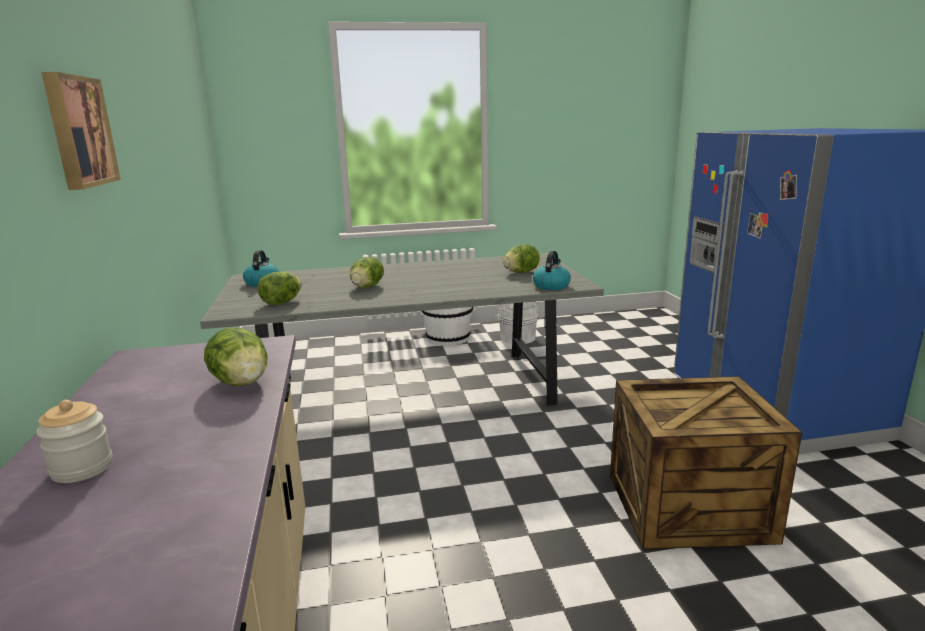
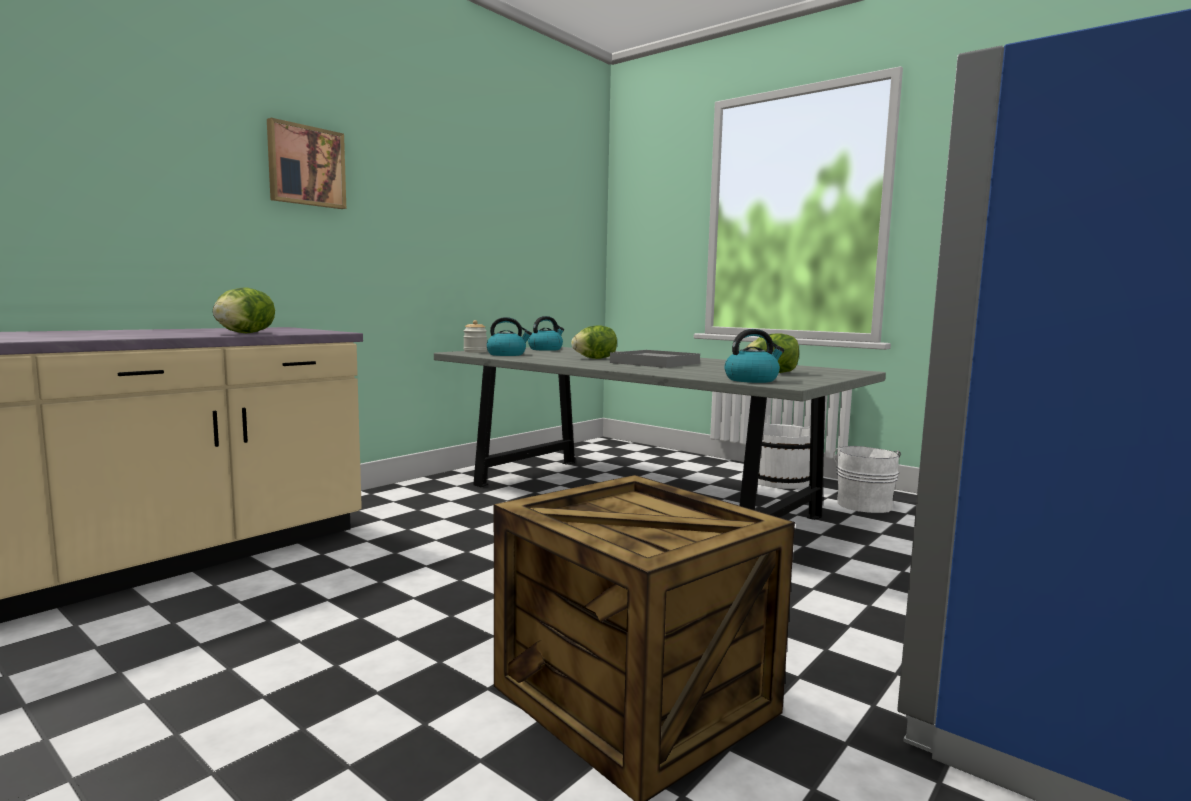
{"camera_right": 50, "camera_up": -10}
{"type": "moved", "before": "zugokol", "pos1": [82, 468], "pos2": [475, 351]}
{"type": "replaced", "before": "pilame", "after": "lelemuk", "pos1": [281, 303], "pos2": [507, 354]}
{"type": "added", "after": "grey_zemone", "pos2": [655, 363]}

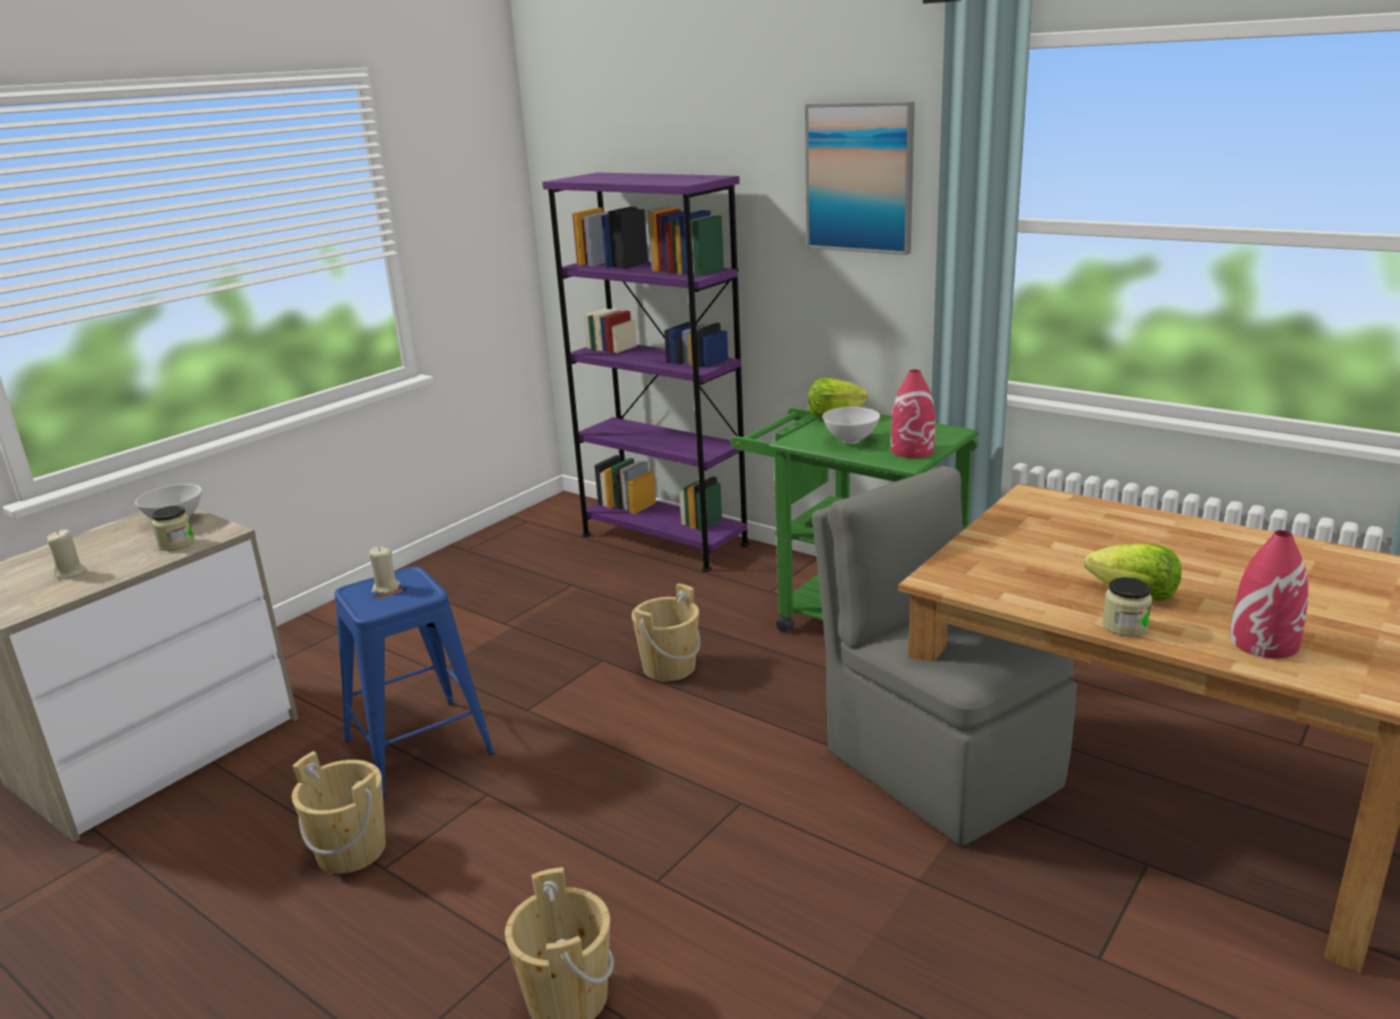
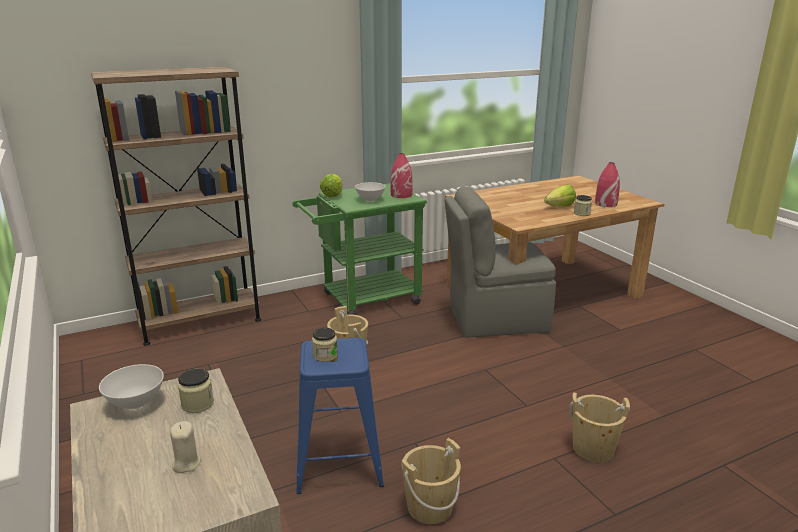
{"camera_right": -65, "camera_up": 0}
{"type": "recoloured", "before": "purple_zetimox", "after": "brown_zetimox", "pos1": [664, 539], "pos2": [200, 322]}
{"type": "replaced", "before": "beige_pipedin", "after": "zugokol", "pos1": [386, 588], "pos2": [325, 355]}
{"type": "removed", "before": "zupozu", "pos1": [860, 178]}

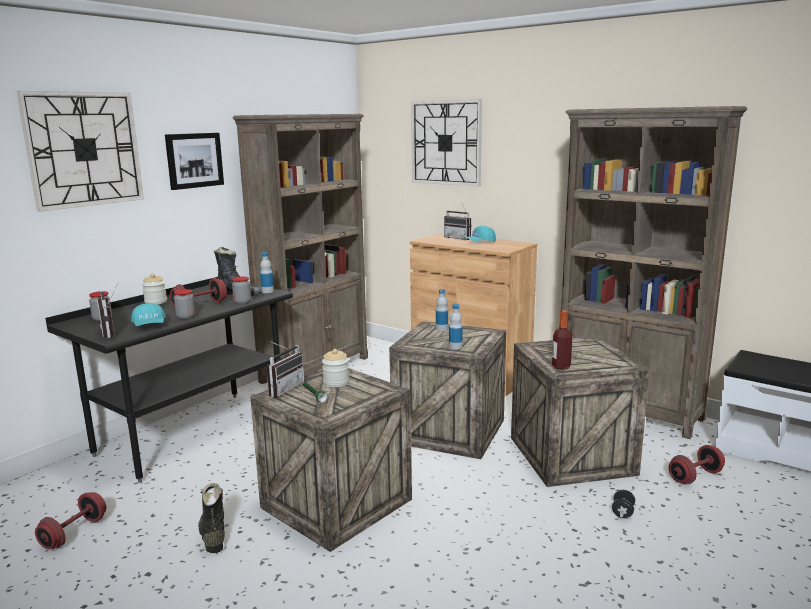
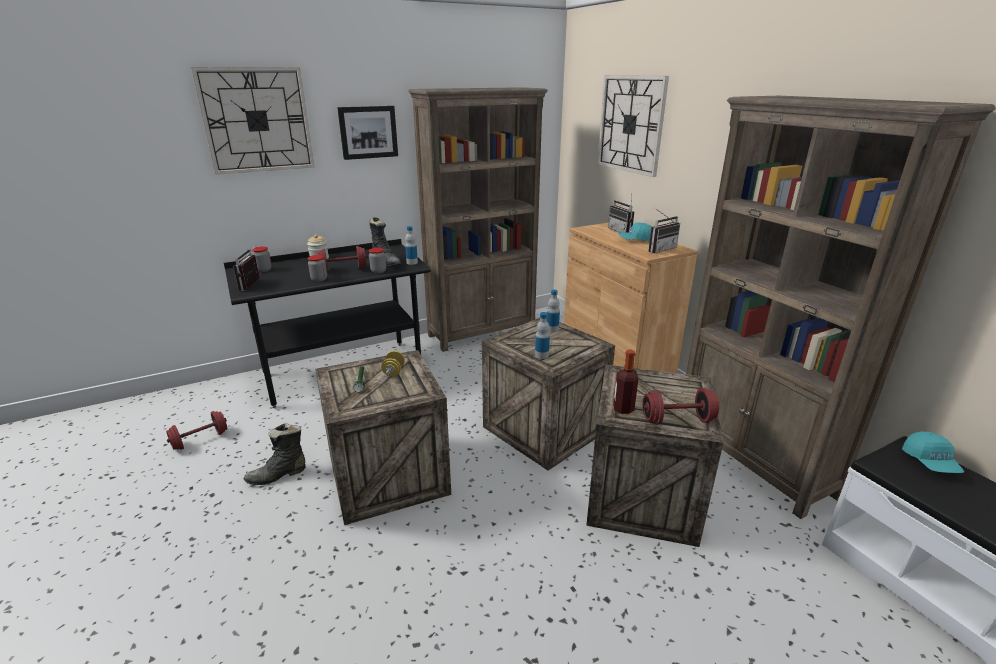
{"camera_right": 25, "camera_up": 10}
{"type": "turned", "before": "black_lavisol", "pos1": [212, 536], "pos2": [278, 475], "turn": -120}
{"type": "replaced", "before": "zugokol", "after": "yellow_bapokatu", "pos1": [336, 382], "pos2": [394, 371]}
{"type": "moved", "before": "red_bapokatu", "pos1": [695, 476], "pos2": [677, 420]}
{"type": "moved", "before": "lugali", "pos1": [283, 388], "pos2": [659, 249]}
{"type": "moved", "before": "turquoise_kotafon", "pos1": [149, 325], "pos2": [930, 463]}
{"type": "removed", "before": "black_bapokatu", "pos1": [622, 512]}

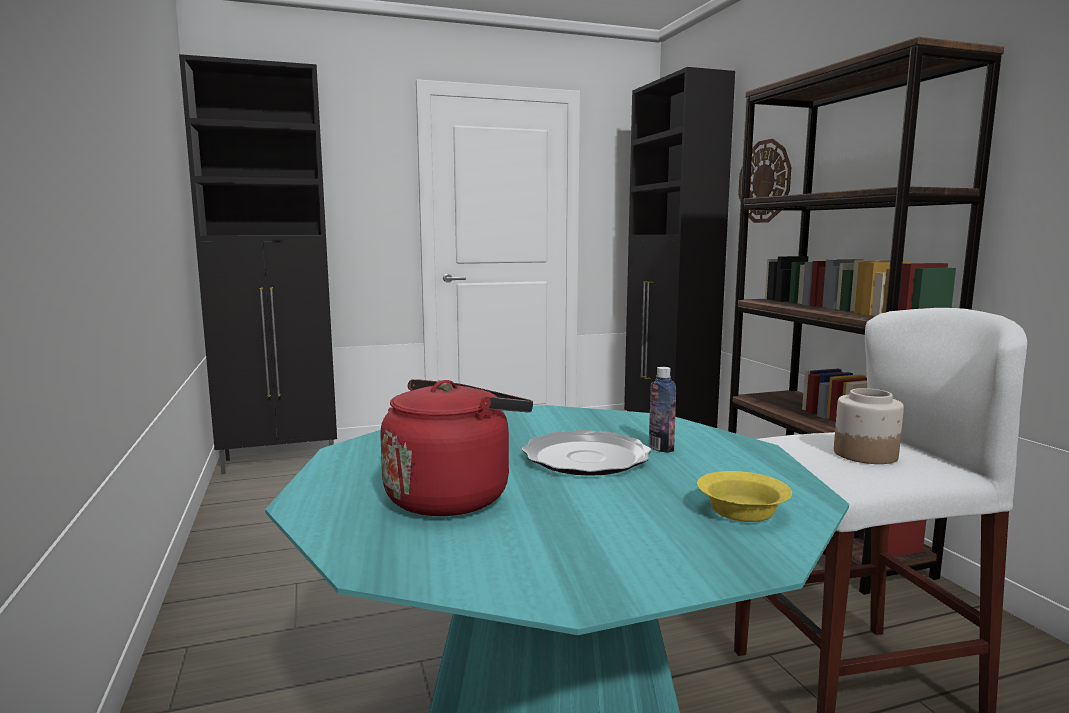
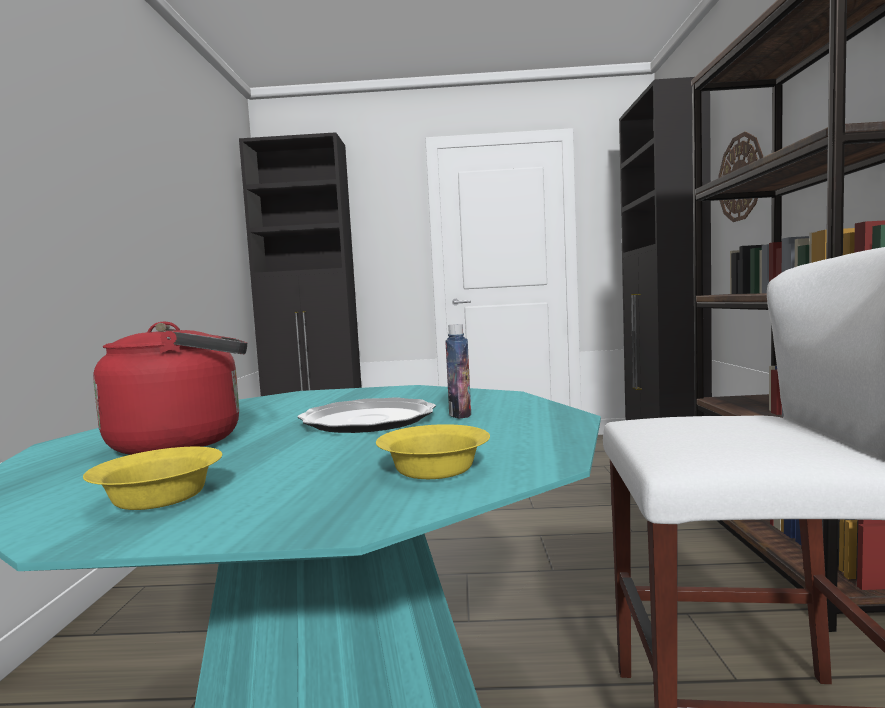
{"camera_right": 20, "camera_up": -5}
{"type": "added", "after": "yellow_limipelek", "pos2": [157, 497]}
{"type": "removed", "before": "zugokol", "pos1": [864, 455]}

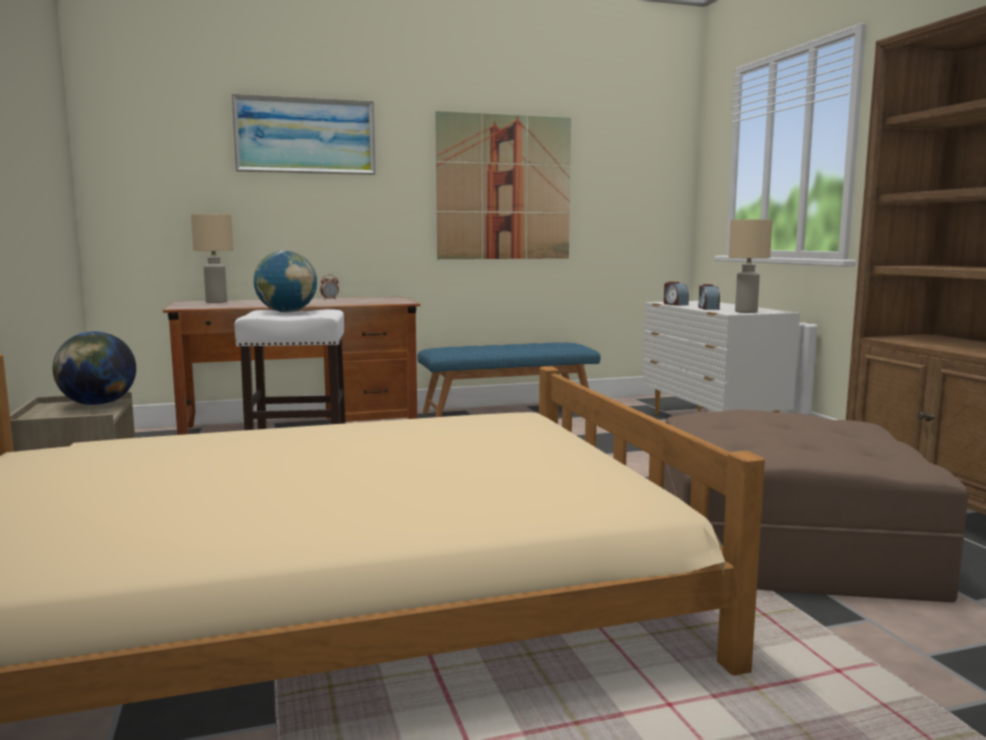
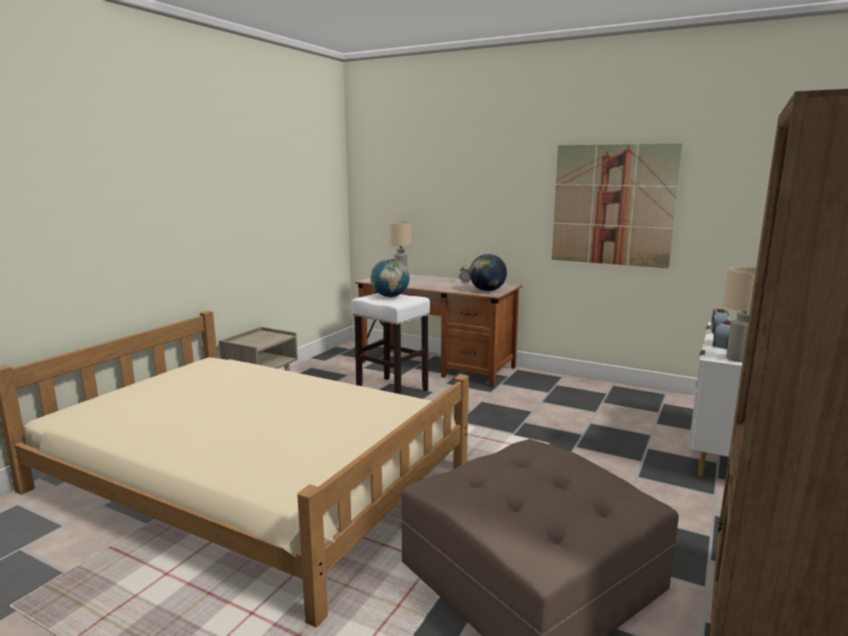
{"camera_right": 45, "camera_up": 5}
{"type": "moved", "before": "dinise", "pos1": [98, 404], "pos2": [487, 290]}
{"type": "removed", "before": "zupozu", "pos1": [305, 136]}
{"type": "removed", "before": "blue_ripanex", "pos1": [508, 412]}

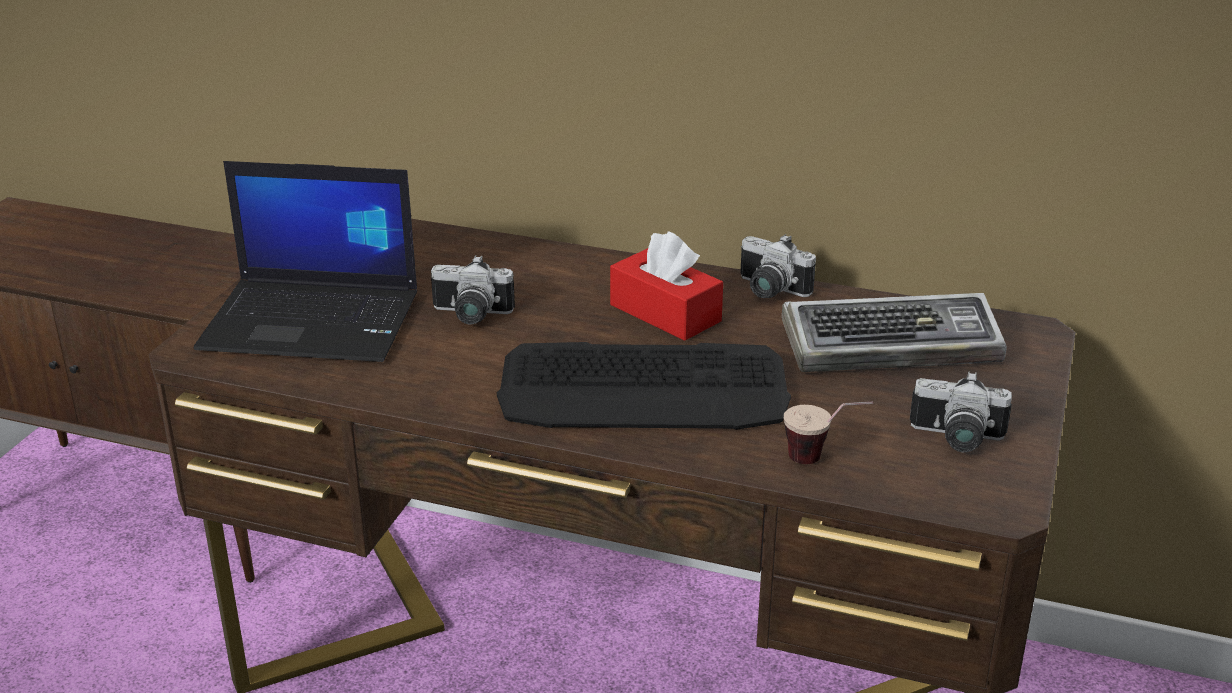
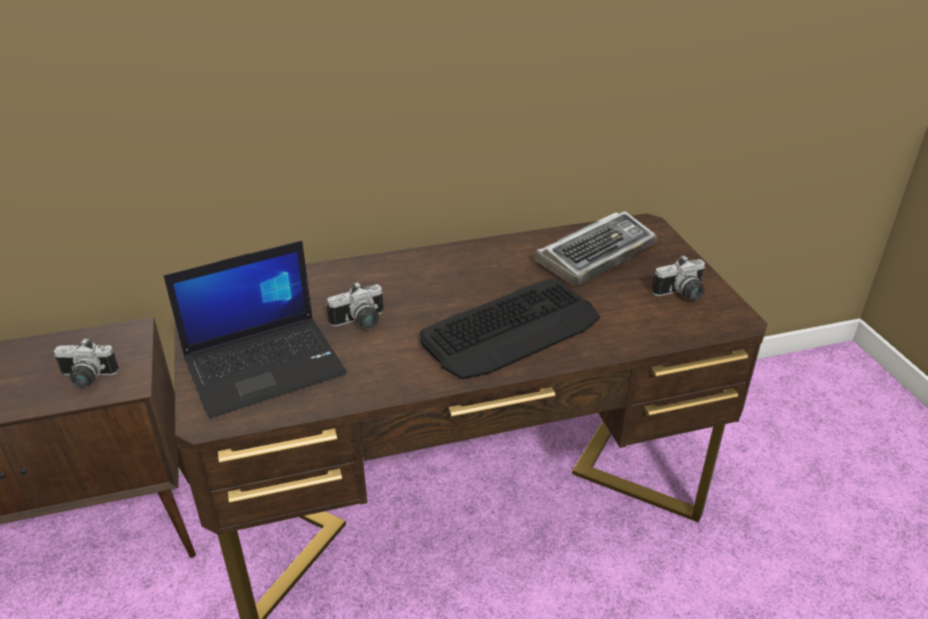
{"camera_right": -35, "camera_up": 5}
{"type": "moved", "before": "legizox", "pos1": [768, 290], "pos2": [86, 378]}
{"type": "removed", "before": "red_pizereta", "pos1": [665, 313]}
{"type": "removed", "before": "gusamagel", "pos1": [823, 460]}

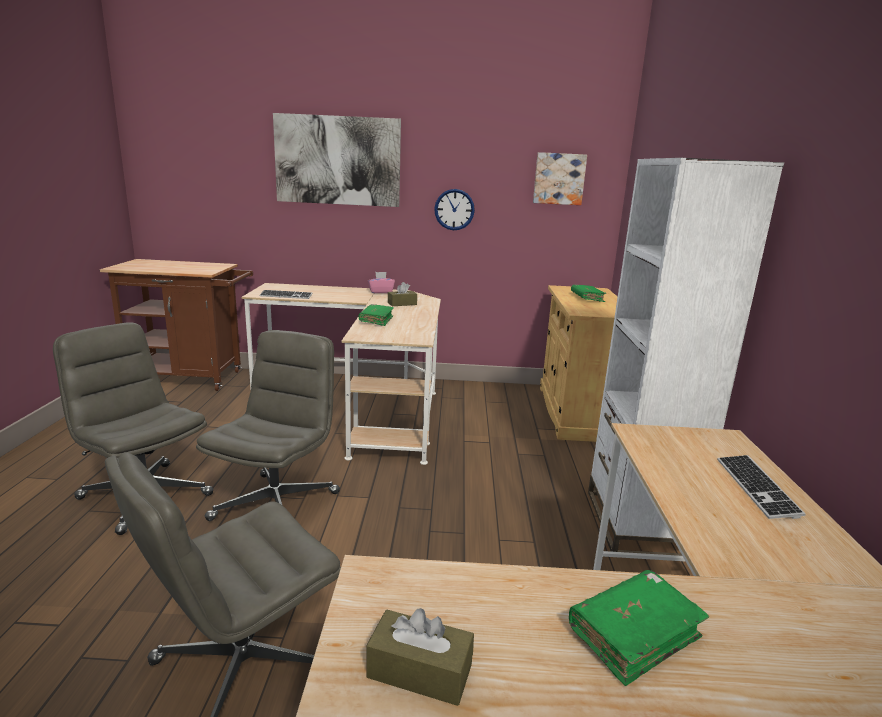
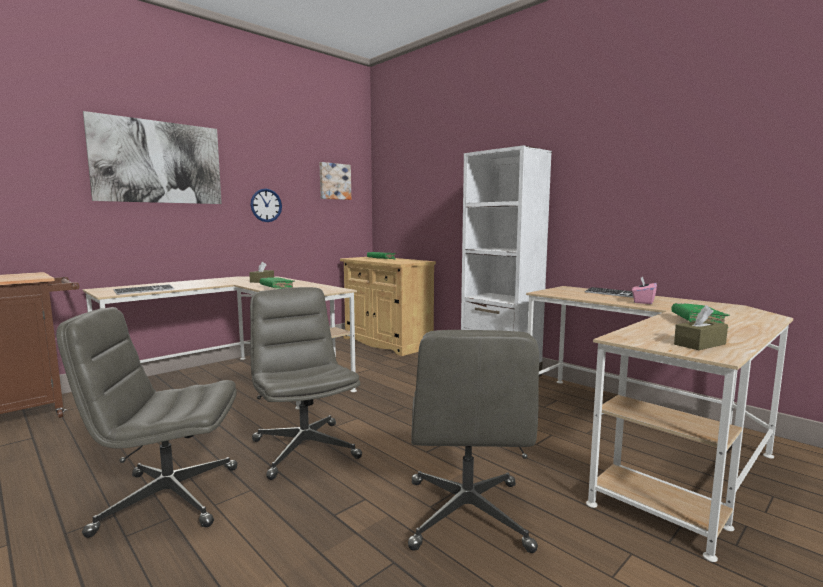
{"camera_right": -45, "camera_up": -10}
{"type": "moved", "before": "pink_pizereta", "pos1": [380, 291], "pos2": [643, 302]}

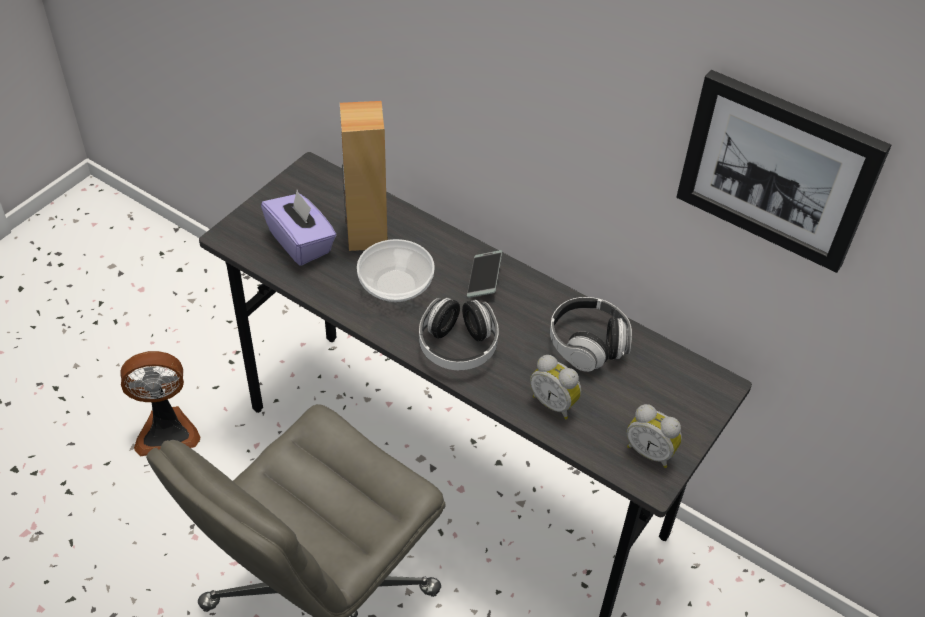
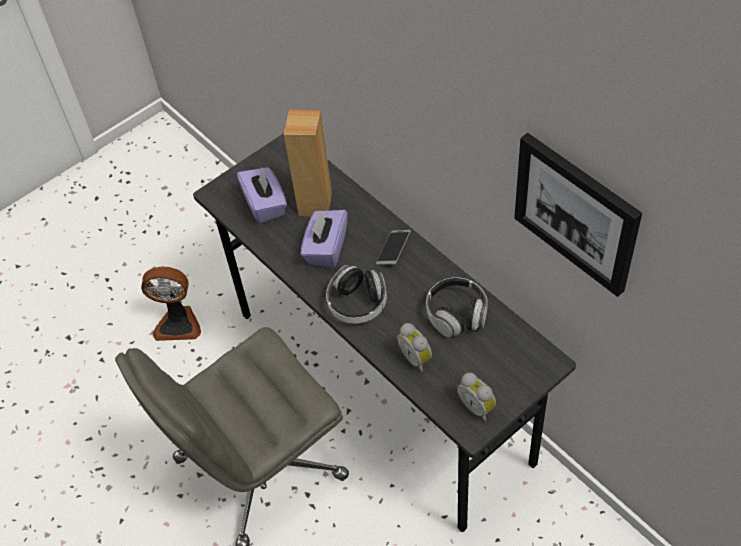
{"camera_right": 20, "camera_up": 5}
{"type": "replaced", "before": "limipelek", "after": "purple_pizereta", "pos1": [396, 286], "pos2": [326, 249]}

